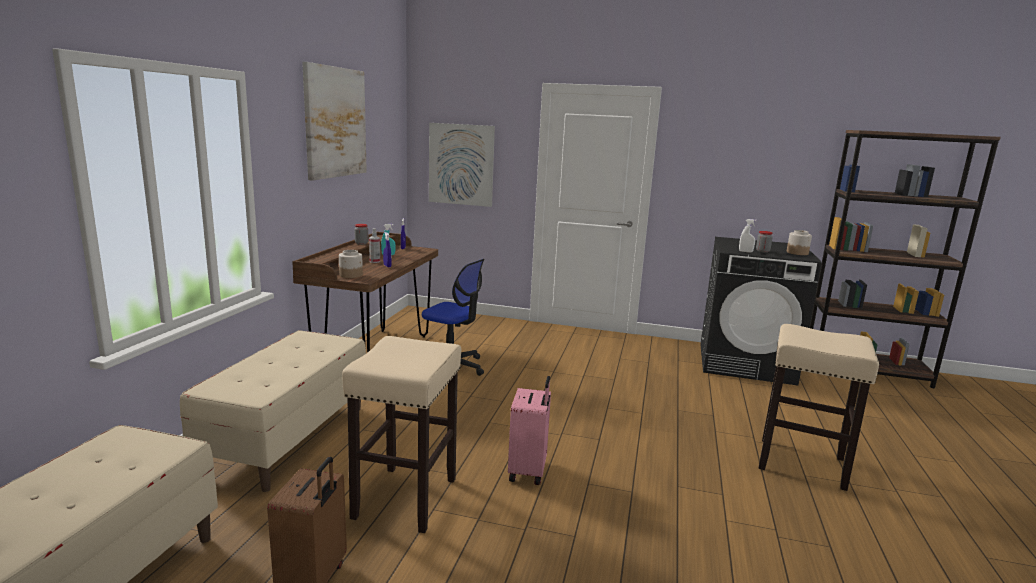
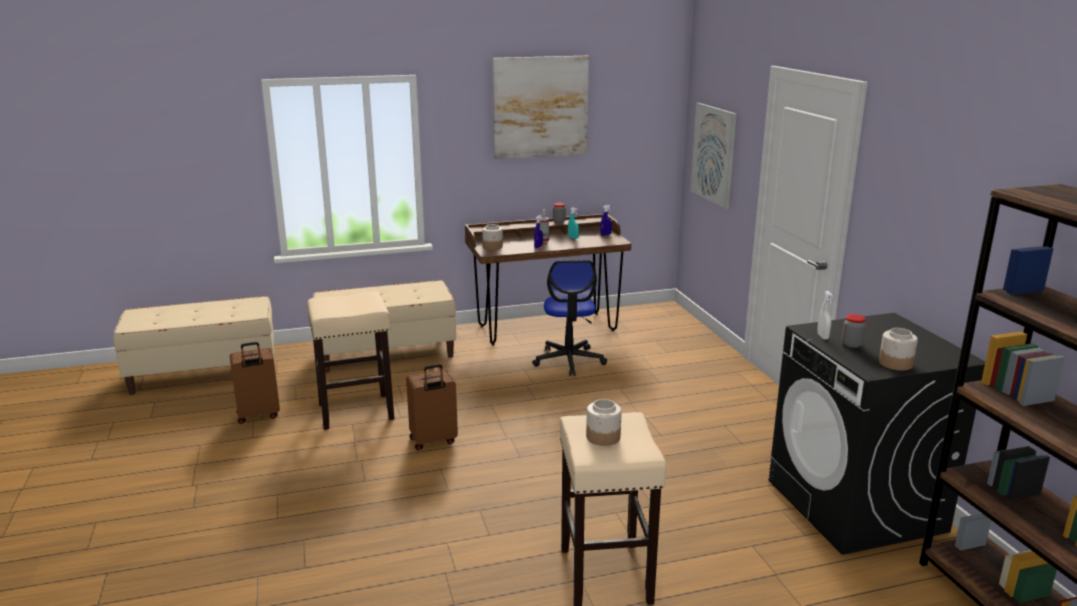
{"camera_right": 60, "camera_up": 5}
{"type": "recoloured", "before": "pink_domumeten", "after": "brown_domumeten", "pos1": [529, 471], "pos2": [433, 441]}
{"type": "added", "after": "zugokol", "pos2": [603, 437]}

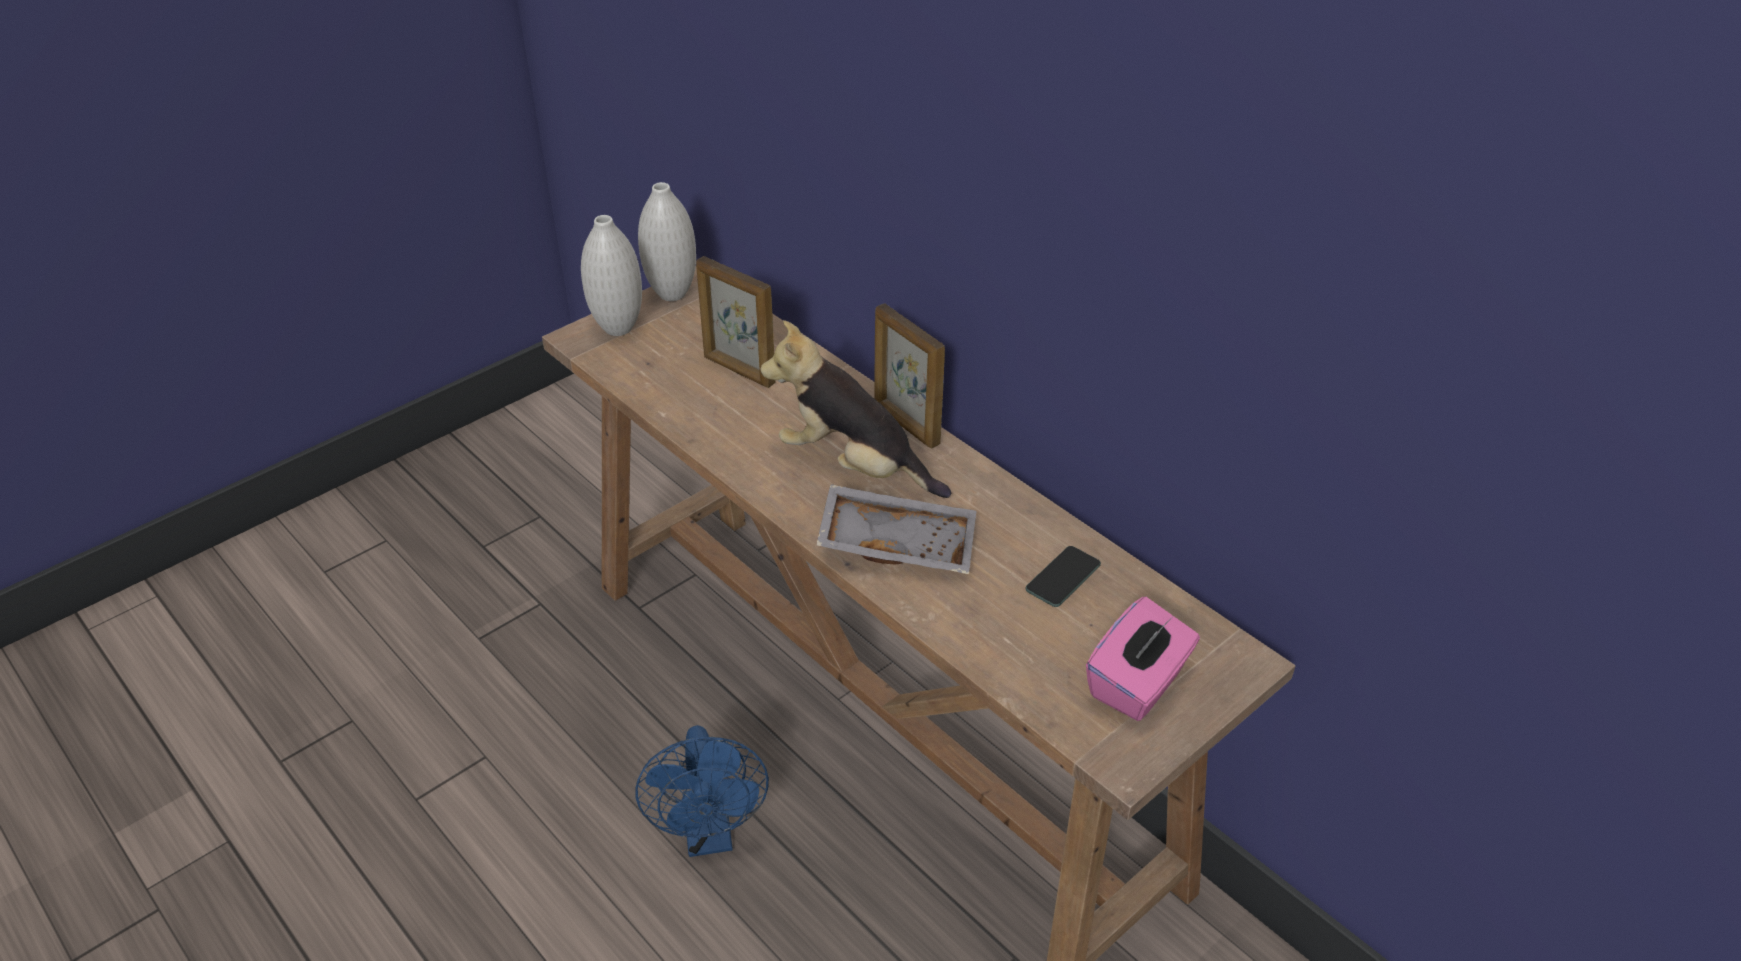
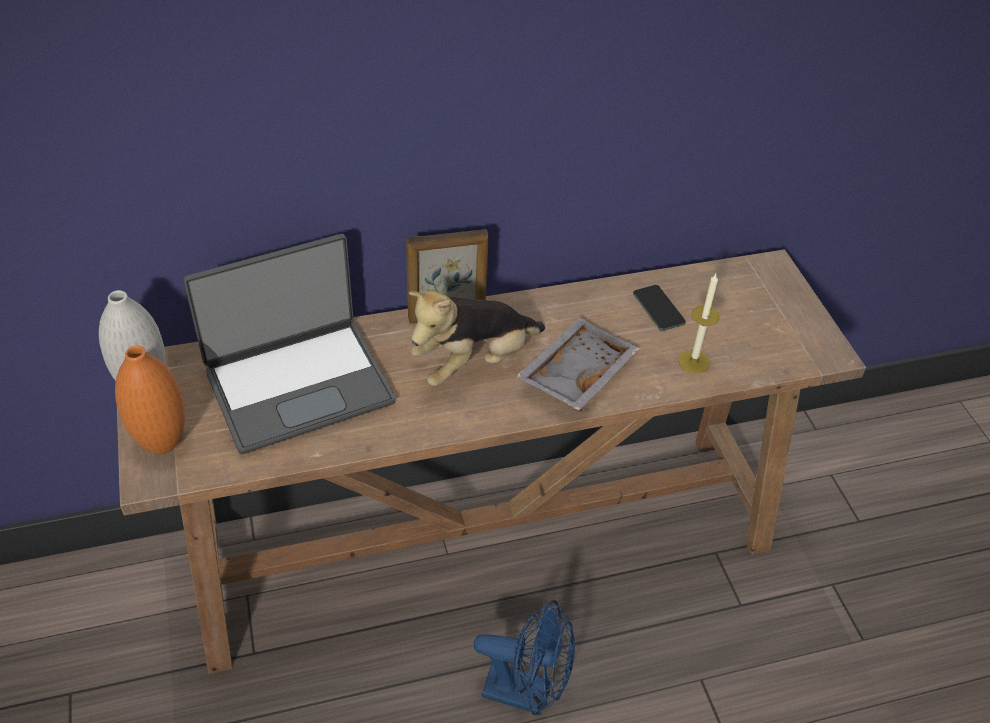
{"camera_right": -65, "camera_up": 5}
{"type": "recoloured", "before": "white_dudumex", "after": "orange_dudumex", "pos1": [618, 328], "pos2": [162, 443]}
{"type": "replaced", "before": "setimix", "after": "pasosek", "pos1": [738, 370], "pos2": [298, 384]}
{"type": "added", "after": "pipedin", "pos2": [694, 361]}
{"type": "removed", "before": "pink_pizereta", "pos1": [1138, 683]}

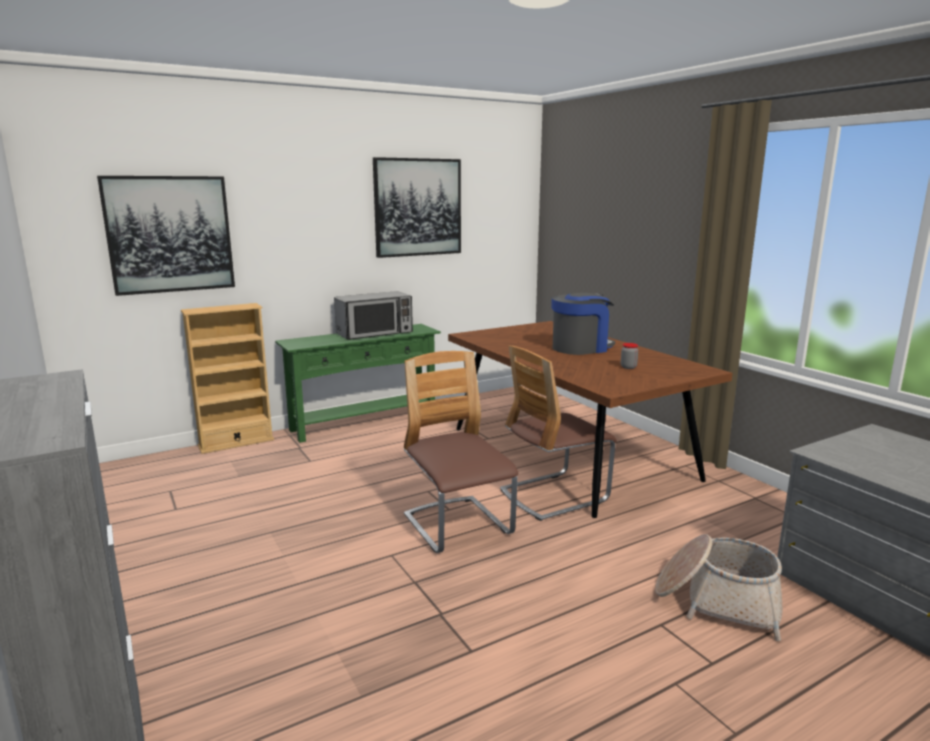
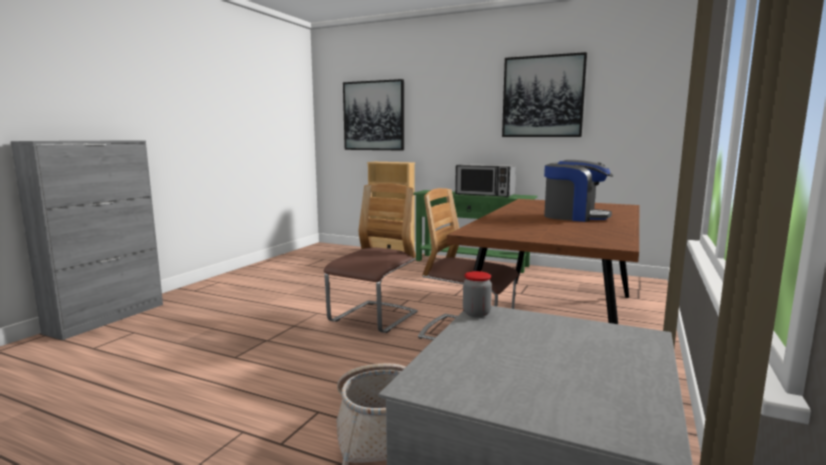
{"camera_right": 55, "camera_up": -5}
{"type": "moved", "before": "zugokol", "pos1": [628, 367], "pos2": [476, 313]}

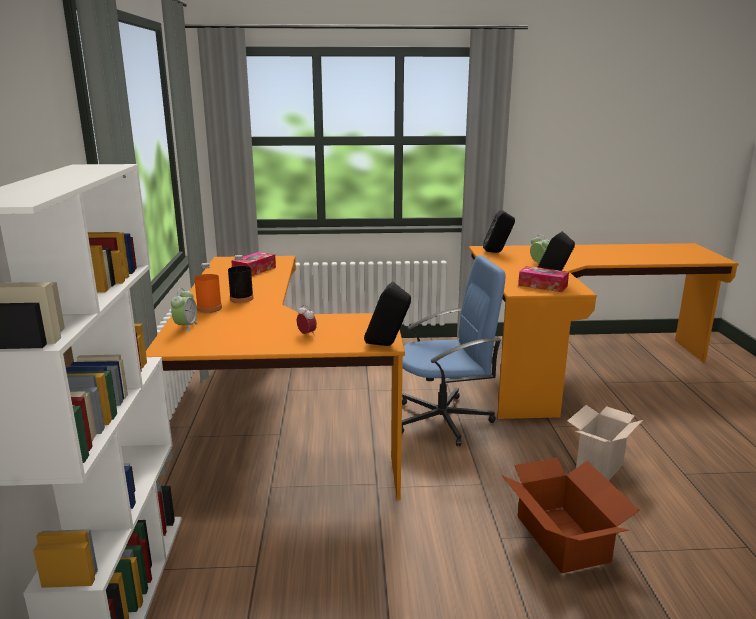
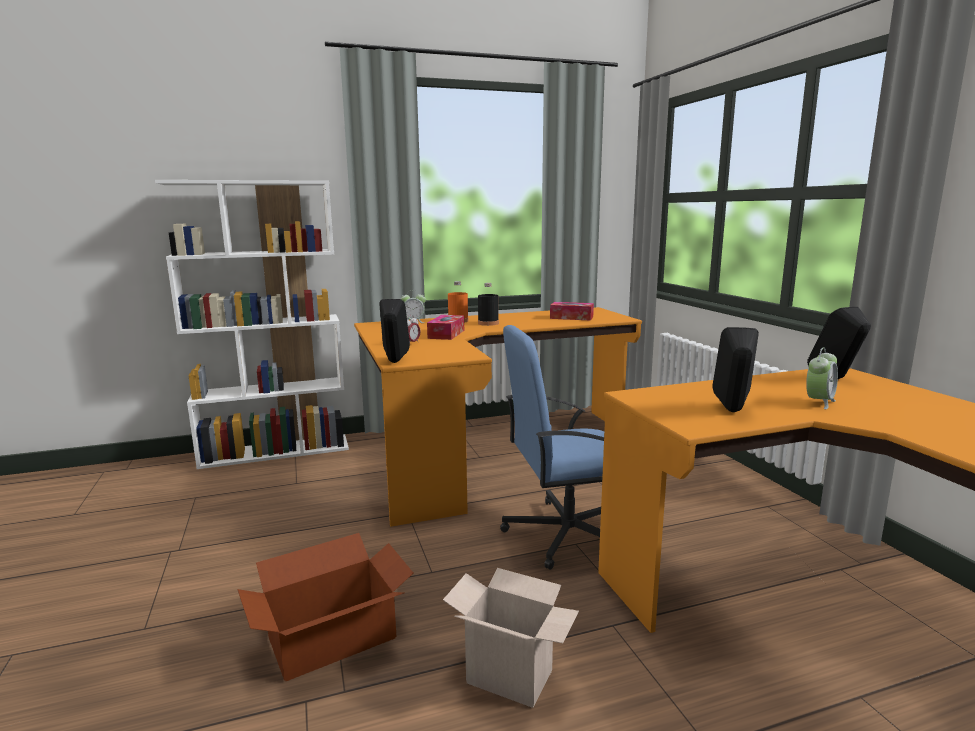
{"camera_right": 75, "camera_up": -5}
{"type": "moved", "before": "pizereta", "pos1": [542, 285], "pos2": [446, 334]}
{"type": "turned", "before": "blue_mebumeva", "pos1": [444, 420], "pos2": [565, 533], "turn": 105}

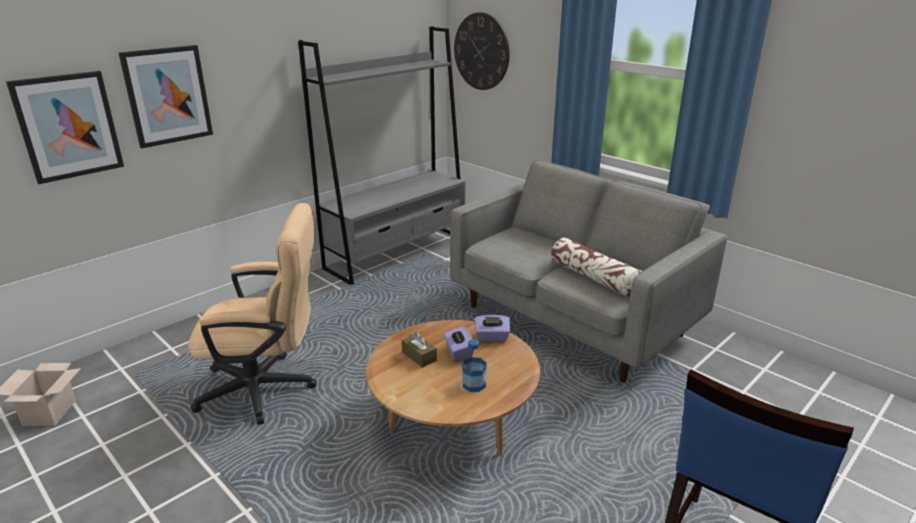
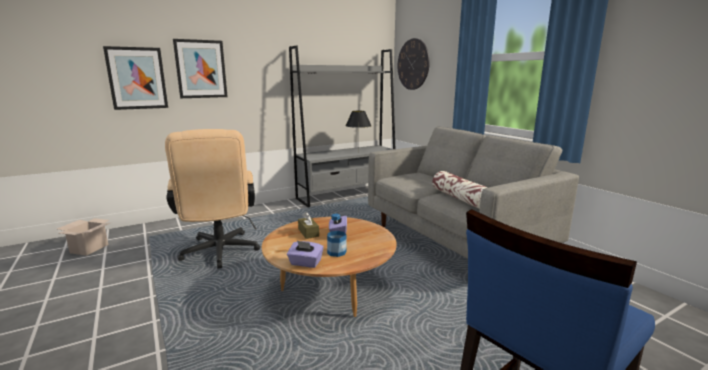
{"camera_right": 15, "camera_up": -10}
{"type": "turned", "before": "beige_mebumeva", "pos1": [267, 389], "pos2": [220, 254], "turn": 60}
{"type": "moved", "before": "purple_pizereta", "pos1": [492, 338], "pos2": [305, 263]}
{"type": "added", "after": "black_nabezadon", "pos2": [358, 152]}

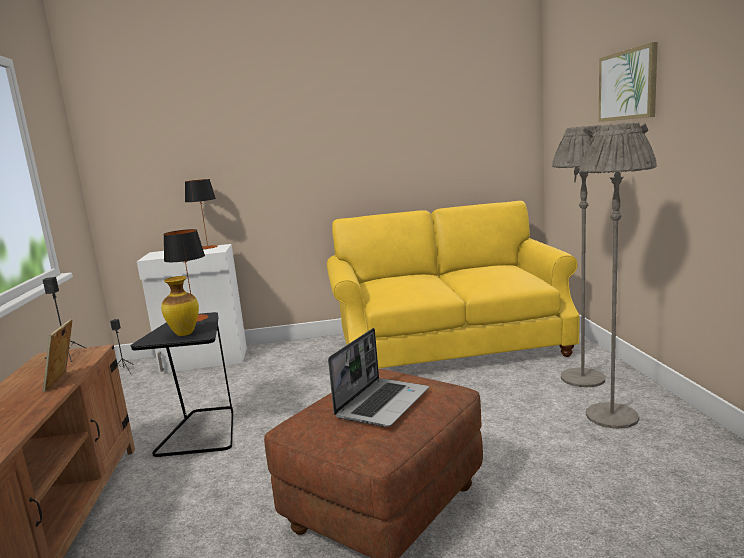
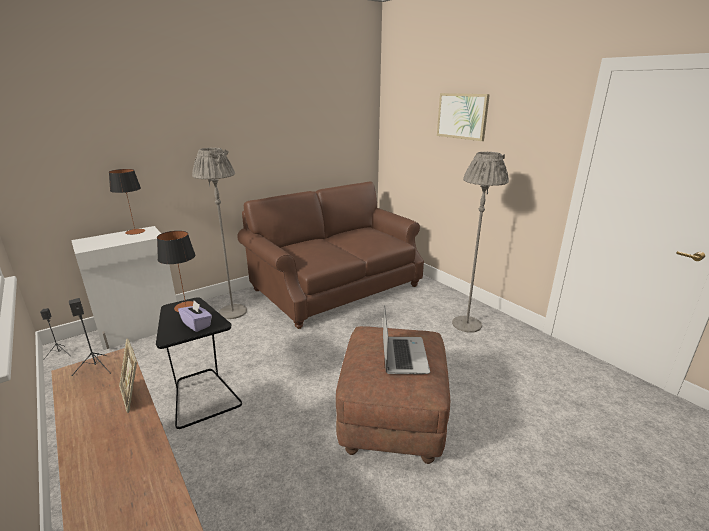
{"camera_right": -30, "camera_up": 10}
{"type": "replaced", "before": "dudumex", "after": "purple_pizereta", "pos1": [184, 334], "pos2": [197, 324]}
{"type": "moved", "before": "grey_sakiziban", "pos1": [582, 378], "pos2": [233, 312]}
{"type": "recoloured", "before": "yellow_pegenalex", "after": "brown_pegenalex", "pos1": [449, 345], "pos2": [336, 287]}

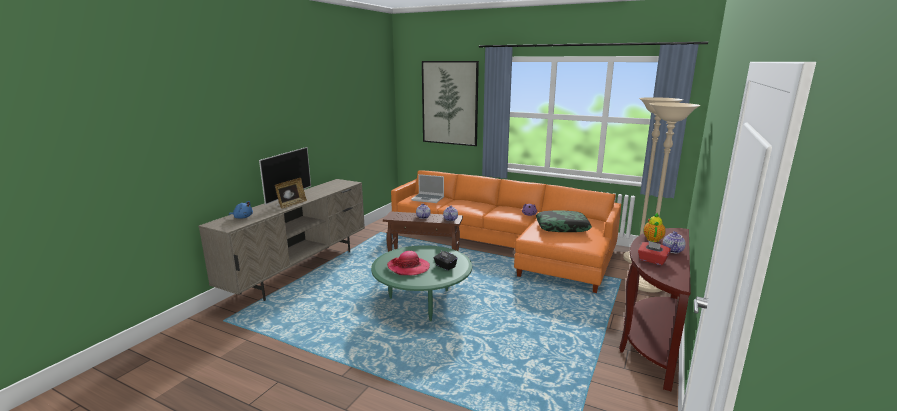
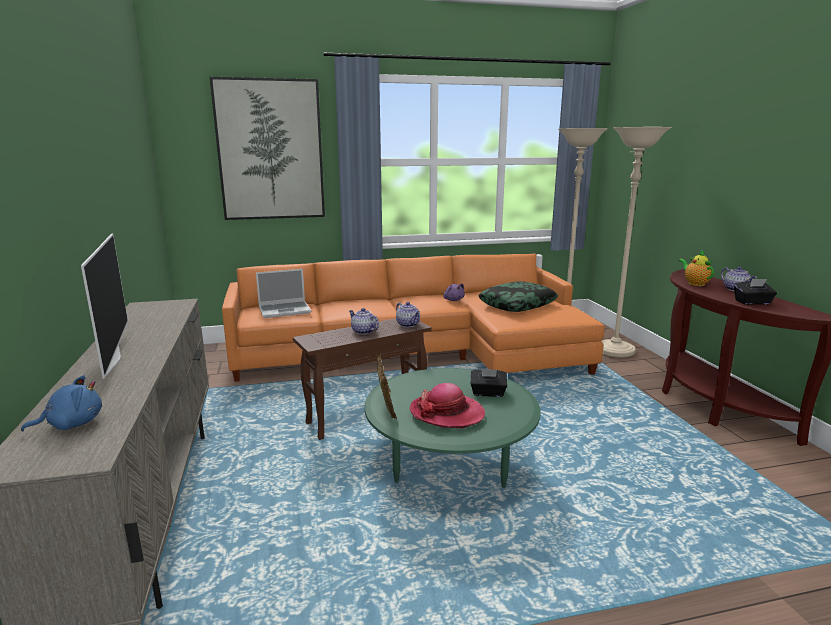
{"camera_right": -40, "camera_up": 0}
{"type": "moved", "before": "setimix", "pos1": [291, 204], "pos2": [386, 406]}
{"type": "recoloured", "before": "red_pizereta", "after": "black_pizereta", "pos1": [652, 261], "pos2": [752, 302]}

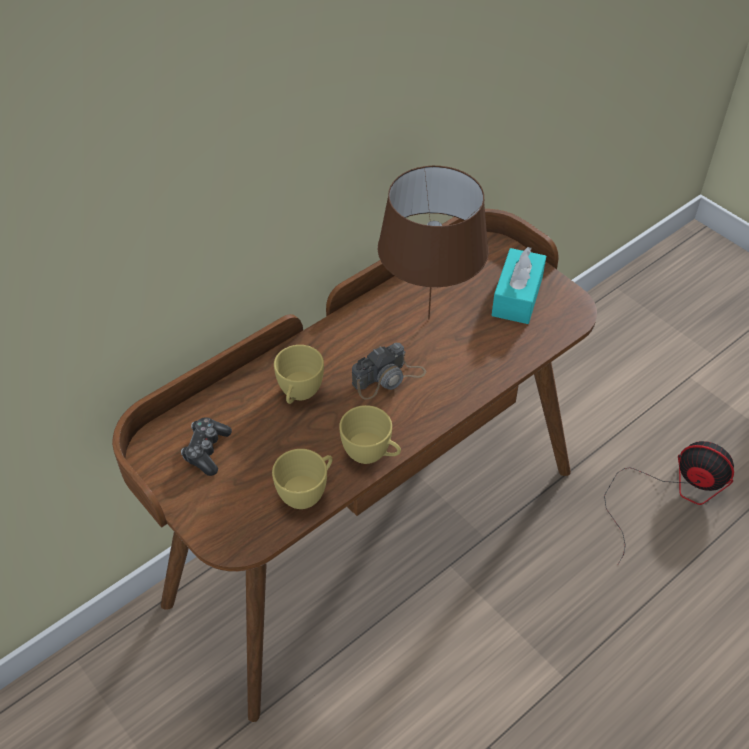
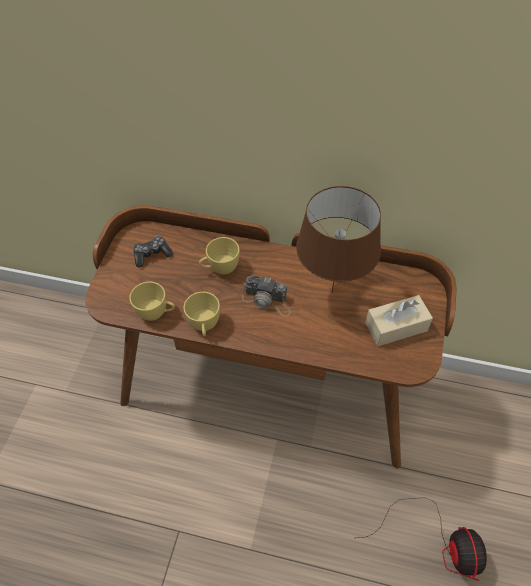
{"camera_right": 55, "camera_up": 5}
{"type": "recoloured", "before": "turquoise_pizereta", "after": "beige_pizereta", "pos1": [517, 296], "pos2": [396, 327]}

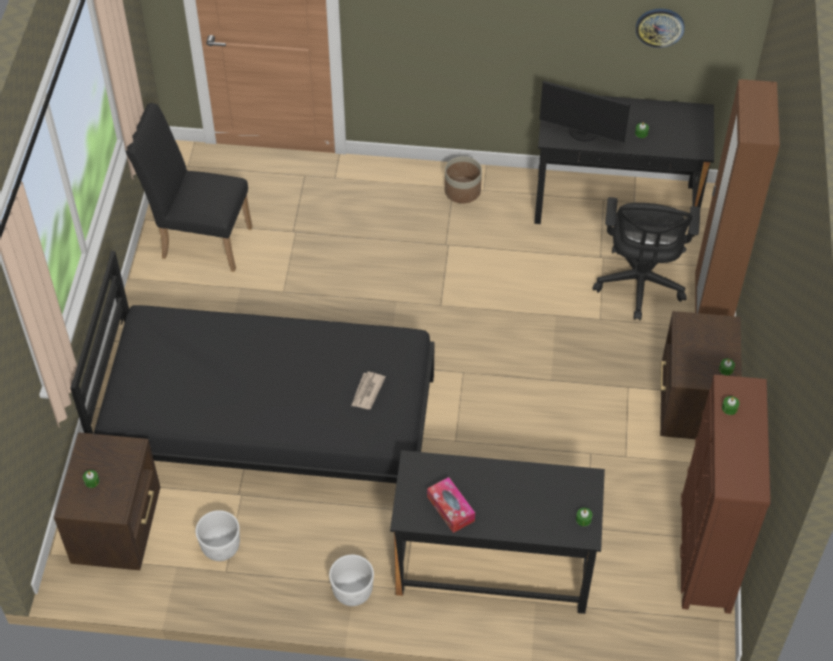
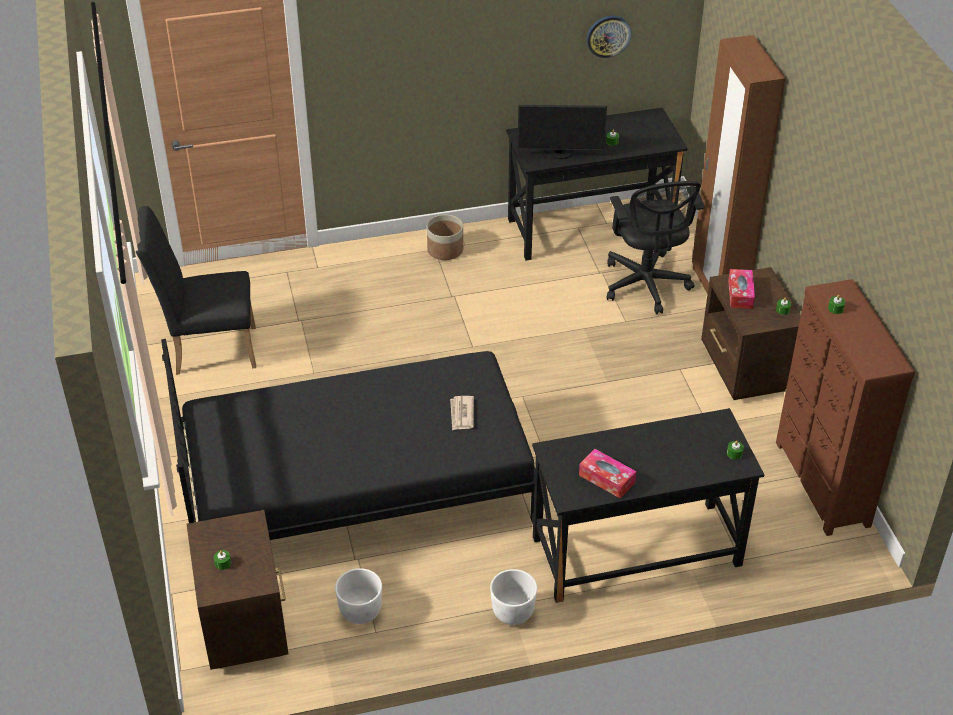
{"camera_right": -20, "camera_up": -10}
{"type": "added", "after": "pizereta", "pos2": [740, 294]}

